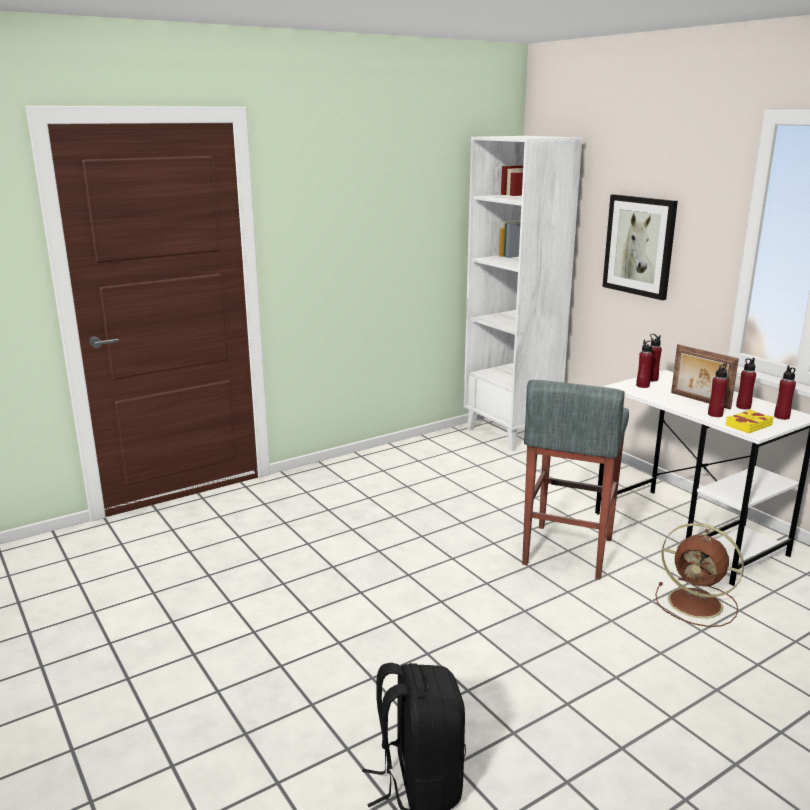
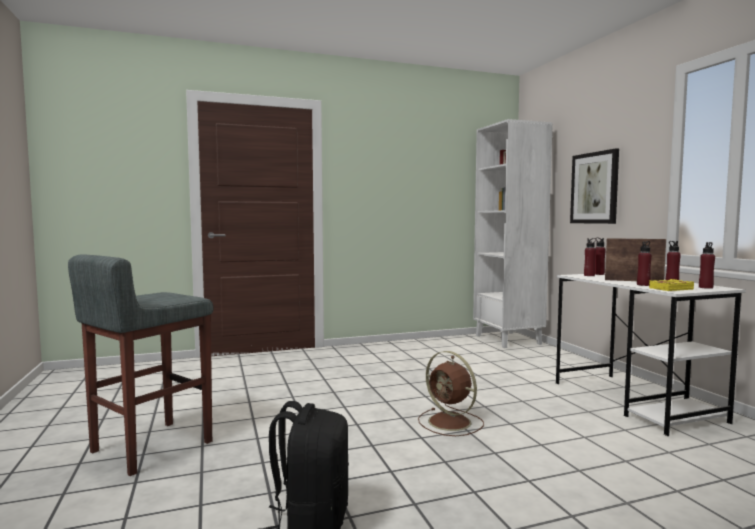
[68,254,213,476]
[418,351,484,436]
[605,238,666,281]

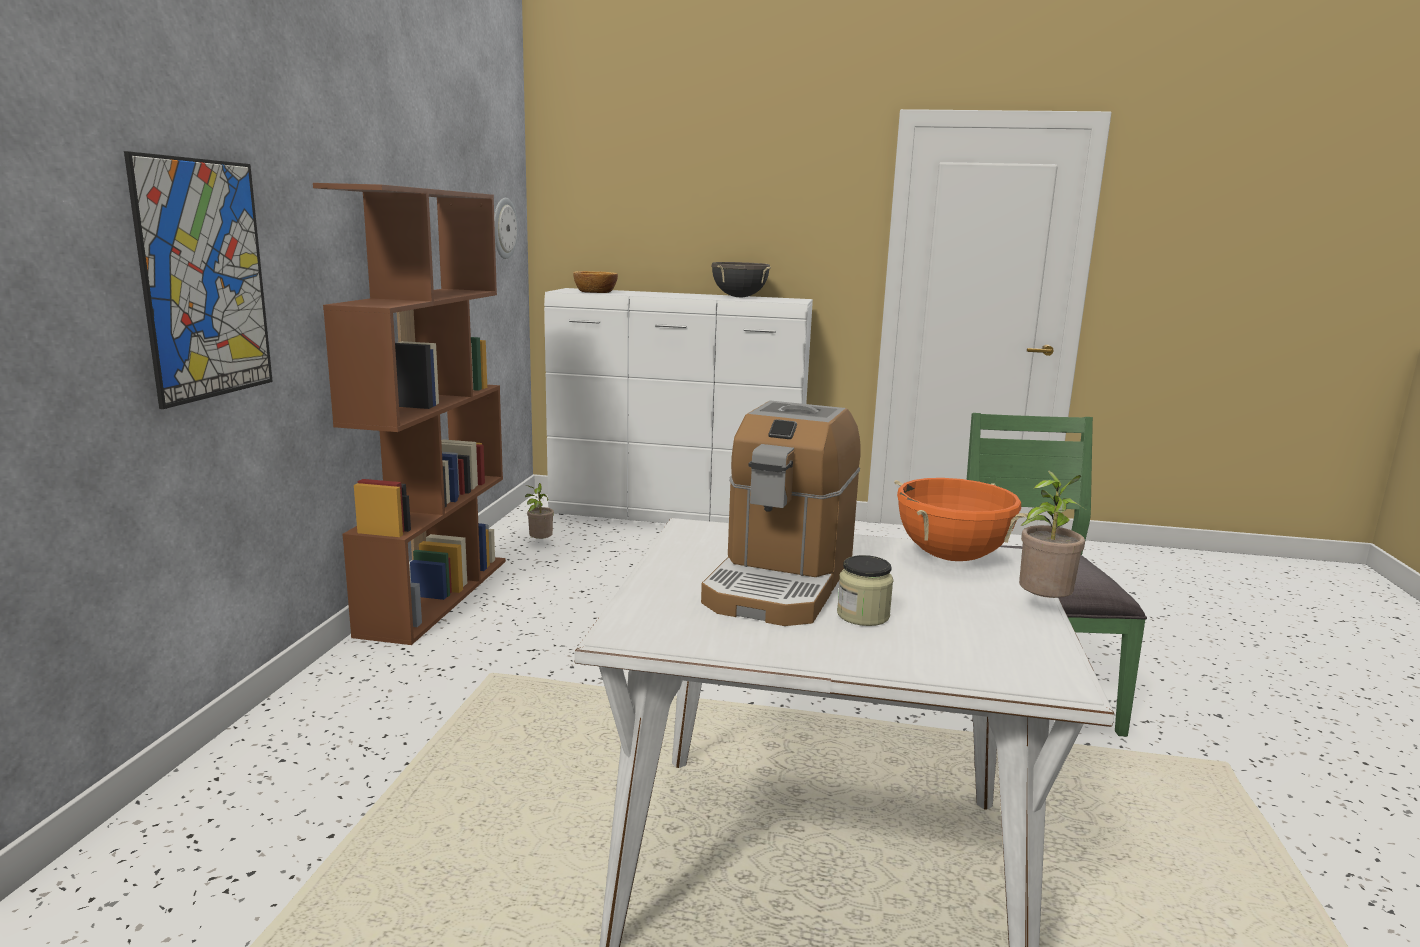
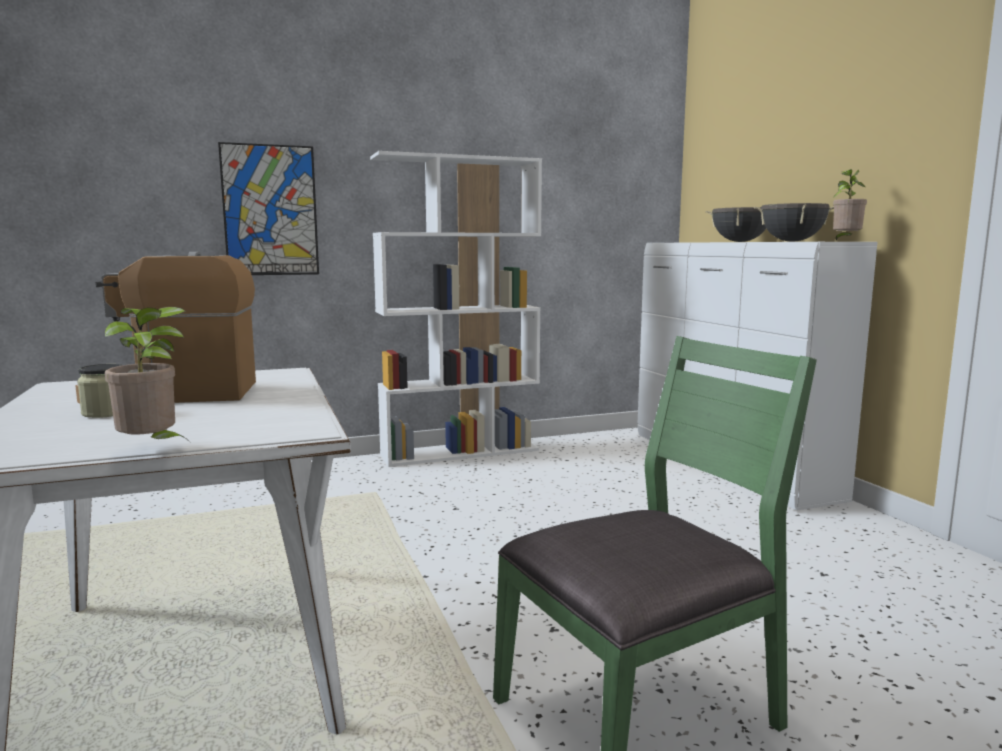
[370,151,542,467]
[494,198,518,259] (first image)
[833,169,867,241]
[573,271,618,293] (first image)
[894,478,1028,561] (first image)
[706,207,766,242]

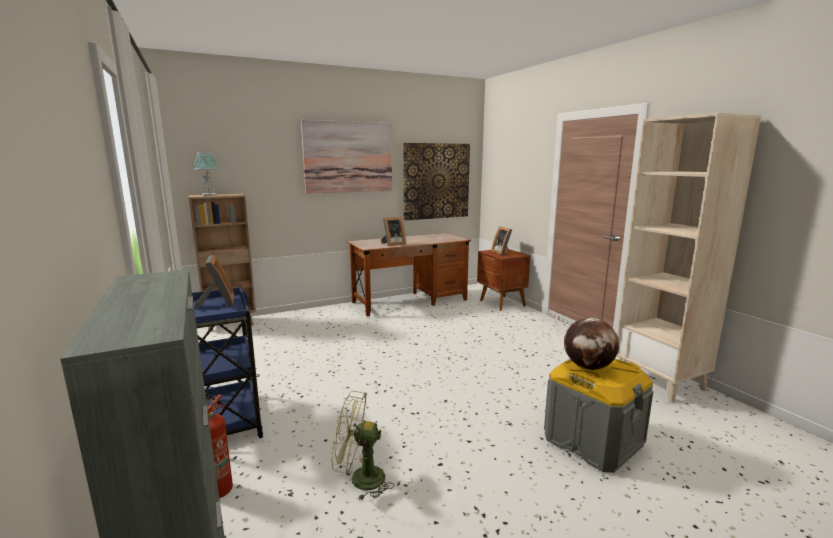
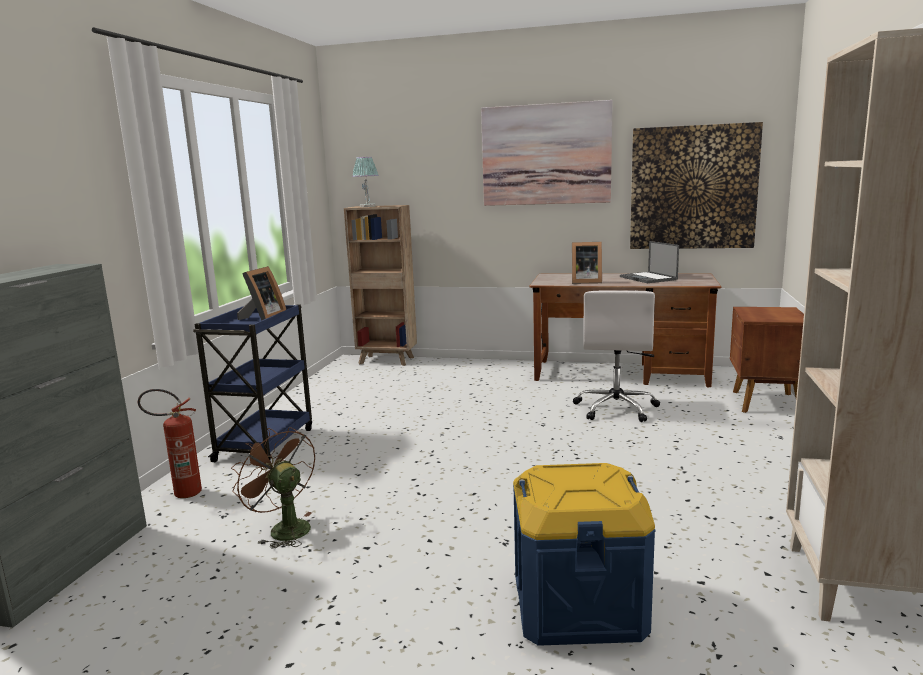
[231,427,315,549]
[491,226,512,255] (first image)
[513,463,655,646]
[564,318,619,370] (first image)
[573,290,660,422]
[620,241,679,283]

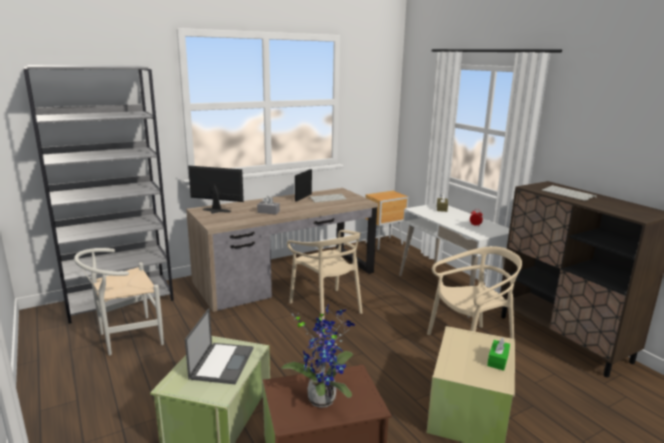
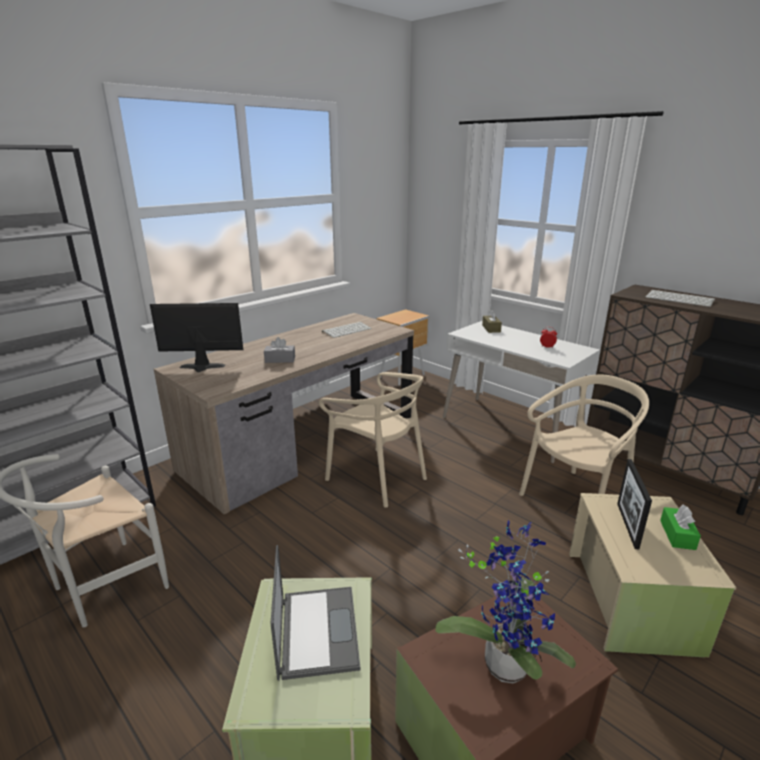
[617,459,652,550]

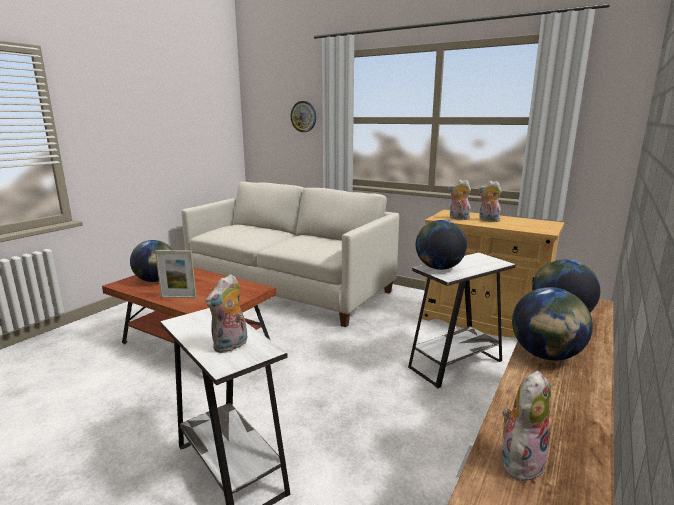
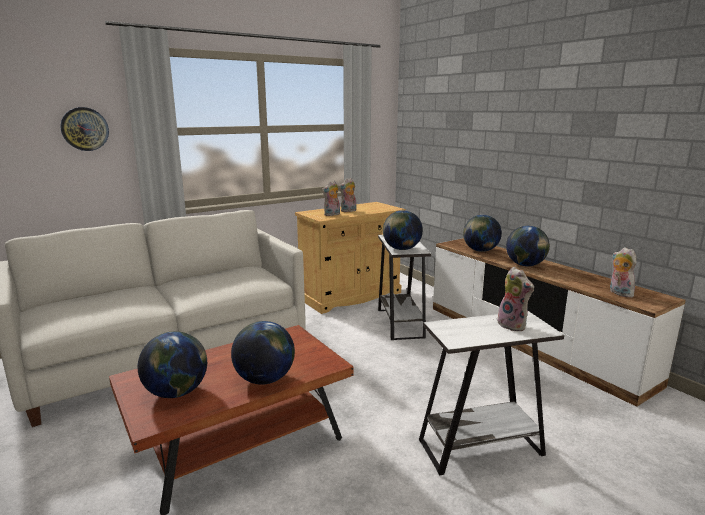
[231,321,295,385]

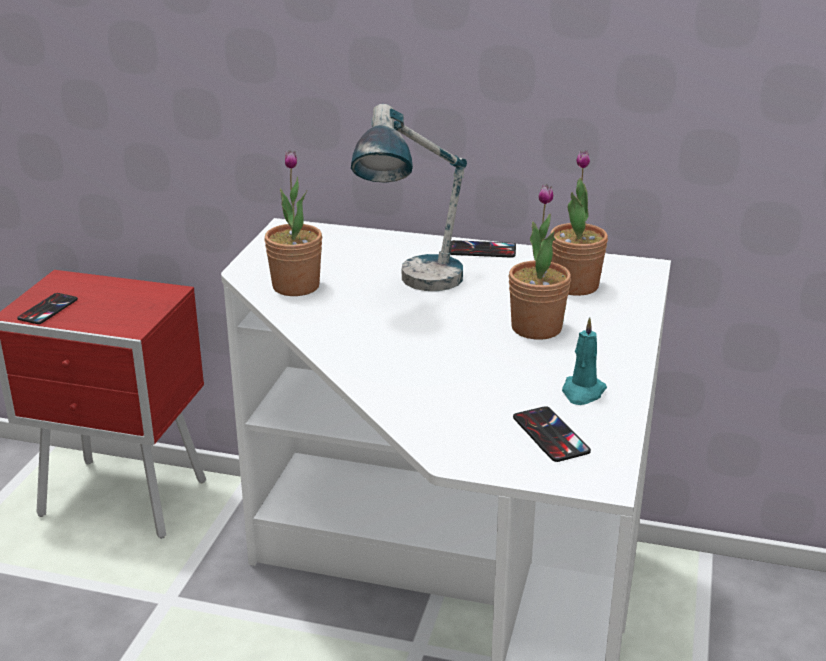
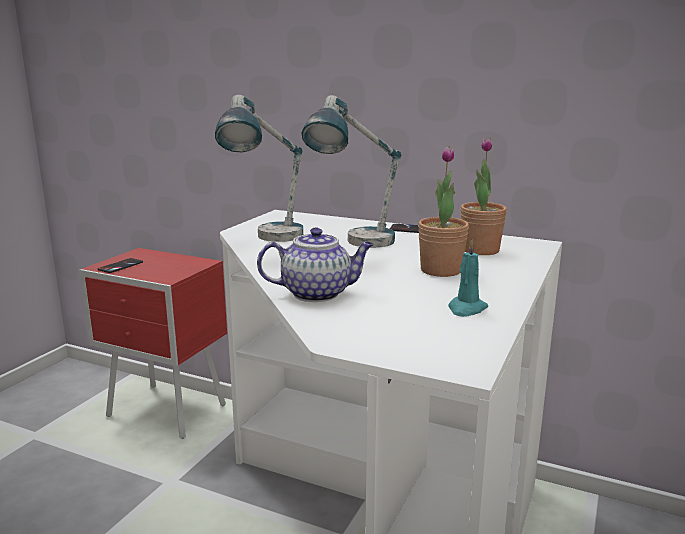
[215,95,303,242]
[513,406,591,462] (first image)
[257,228,374,302]

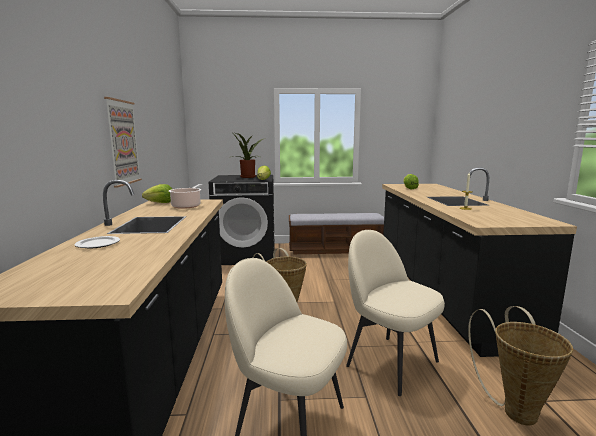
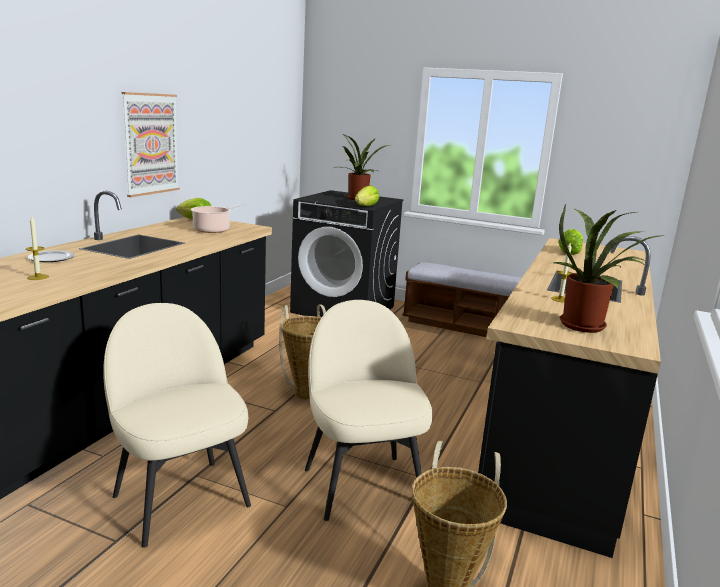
[26,216,49,280]
[553,204,660,333]

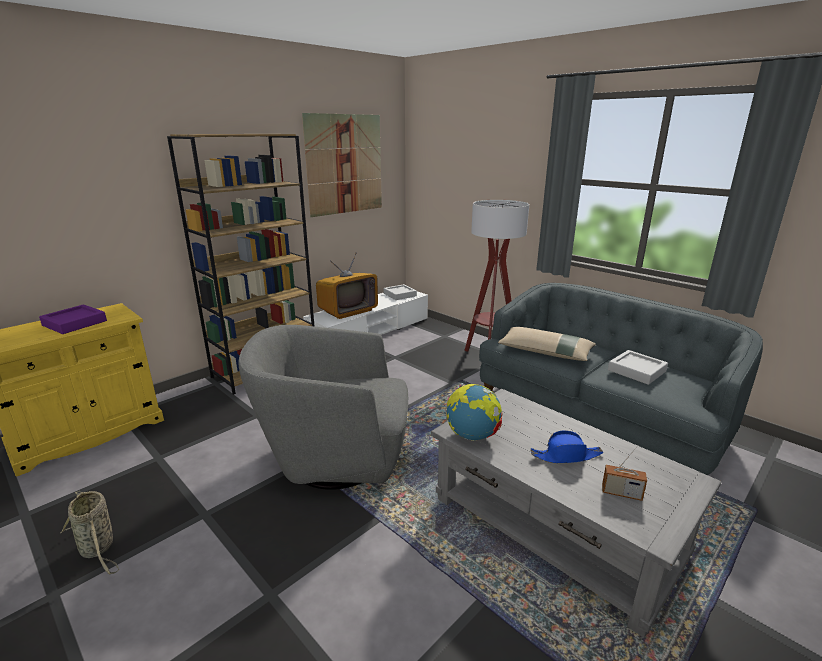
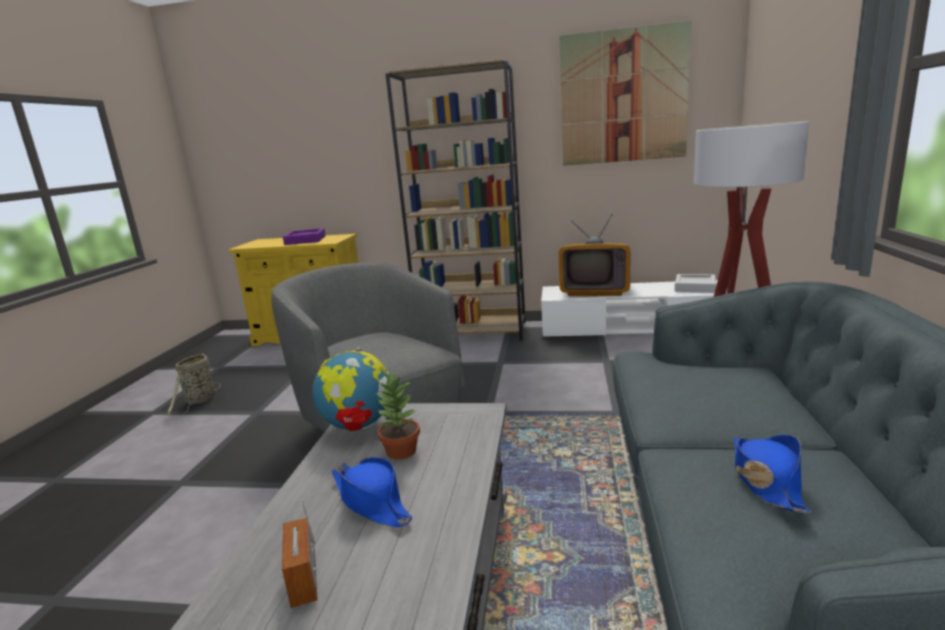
[498,327,596,361] (first image)
[734,435,811,513]
[375,371,420,459]

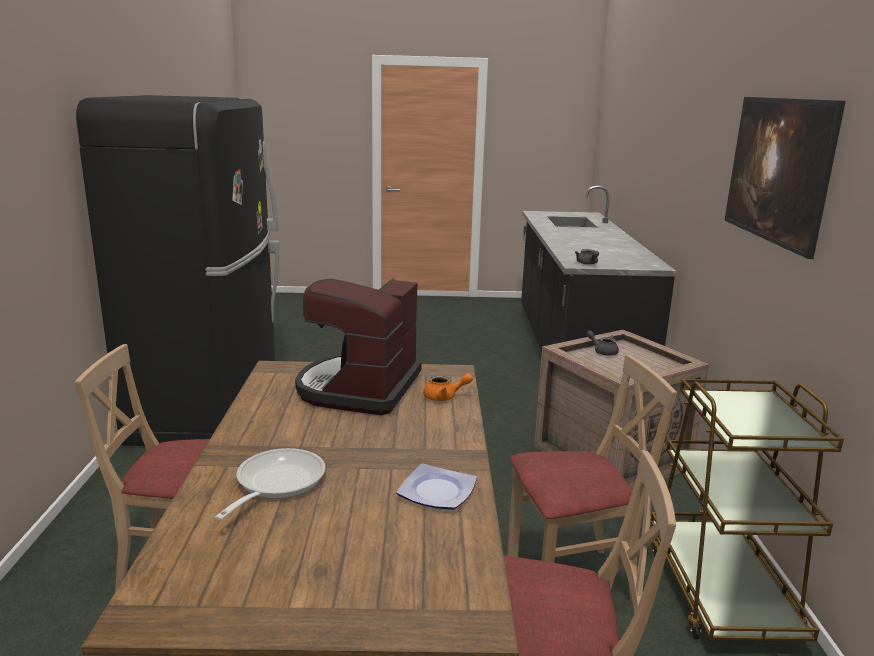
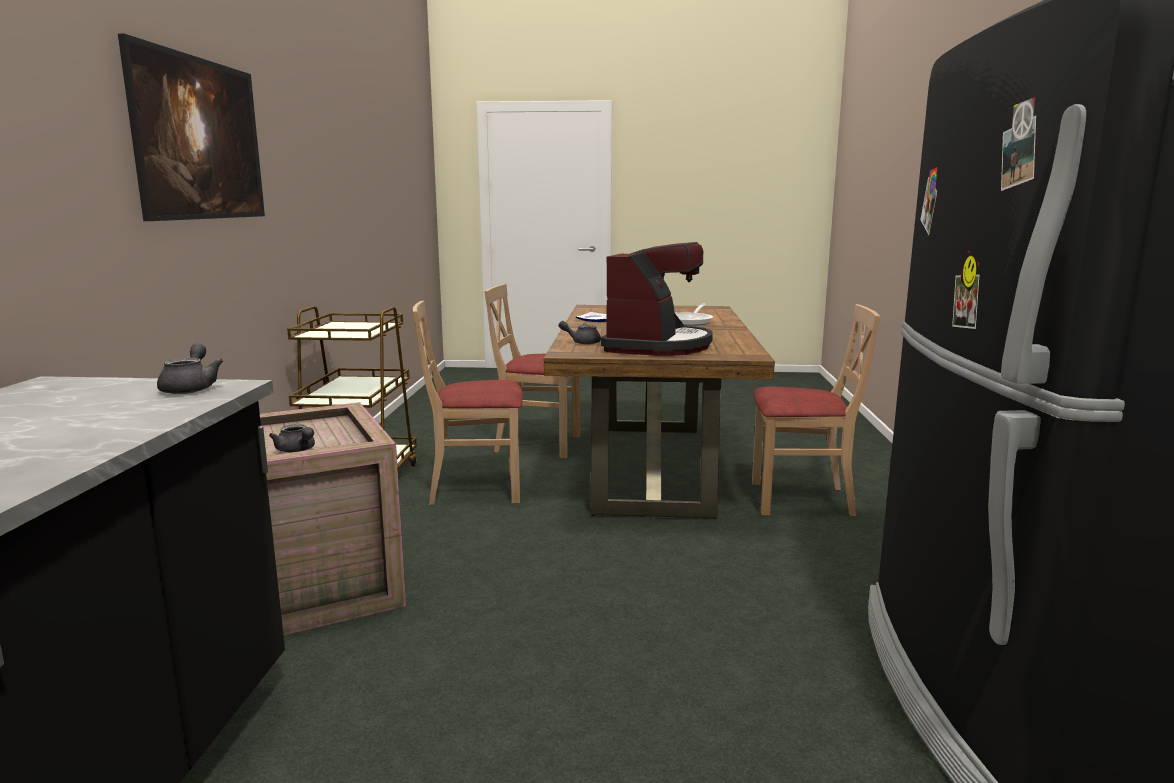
[558,321,601,345]

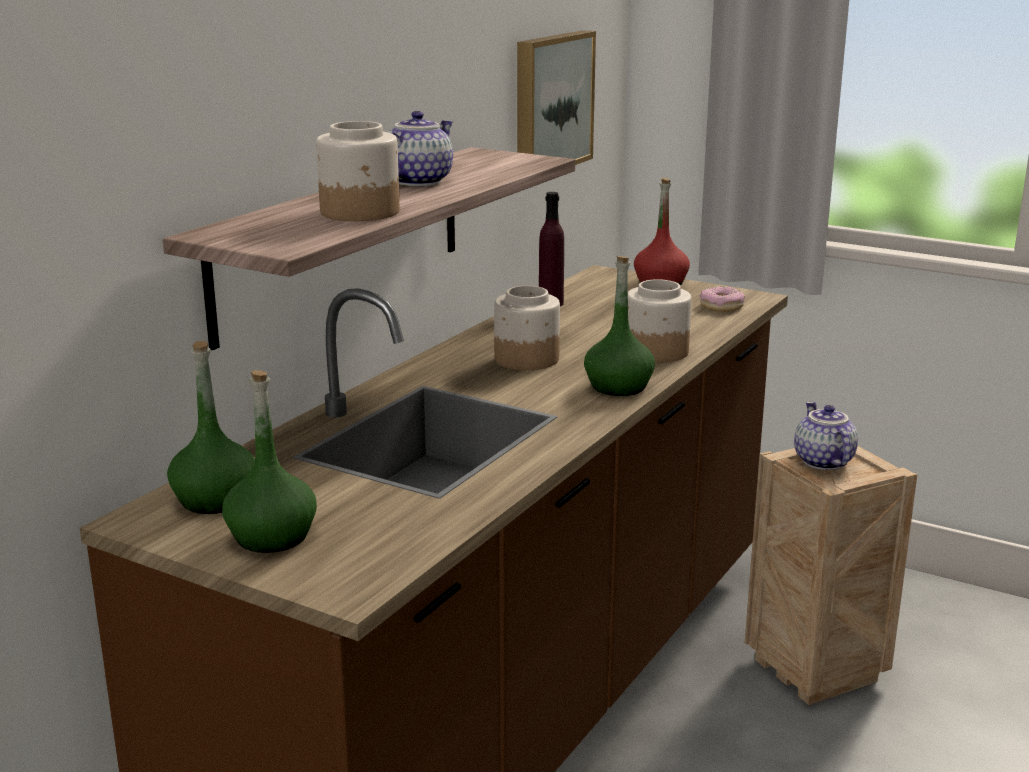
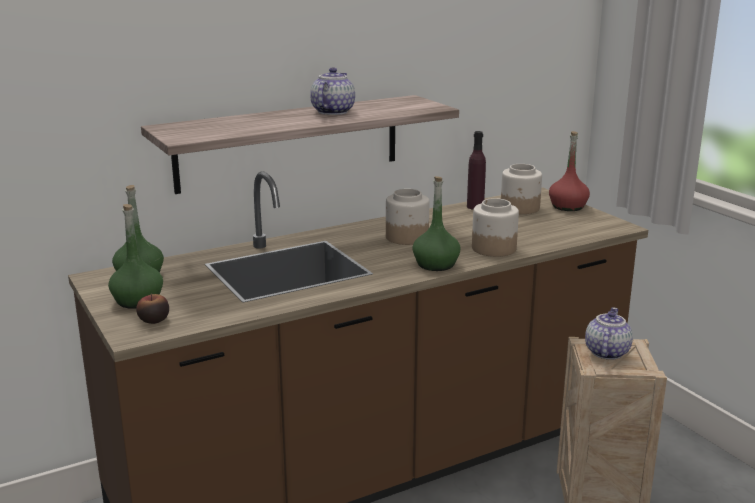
[501,164,542,214]
[310,67,355,115]
[517,30,596,165] (first image)
[700,286,745,312] (first image)
[136,293,169,324]

